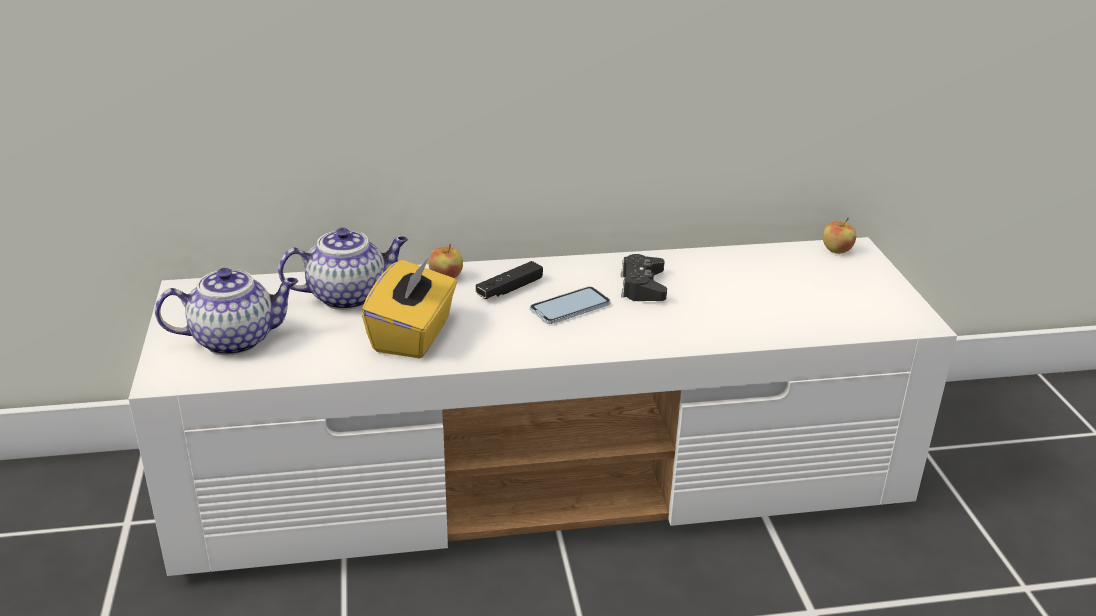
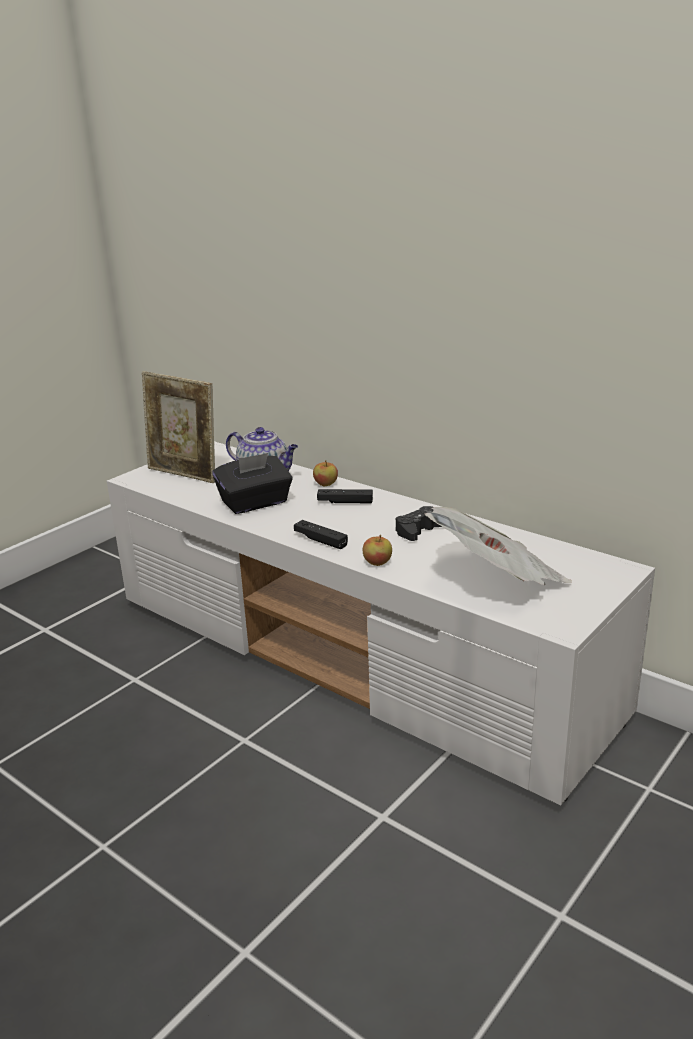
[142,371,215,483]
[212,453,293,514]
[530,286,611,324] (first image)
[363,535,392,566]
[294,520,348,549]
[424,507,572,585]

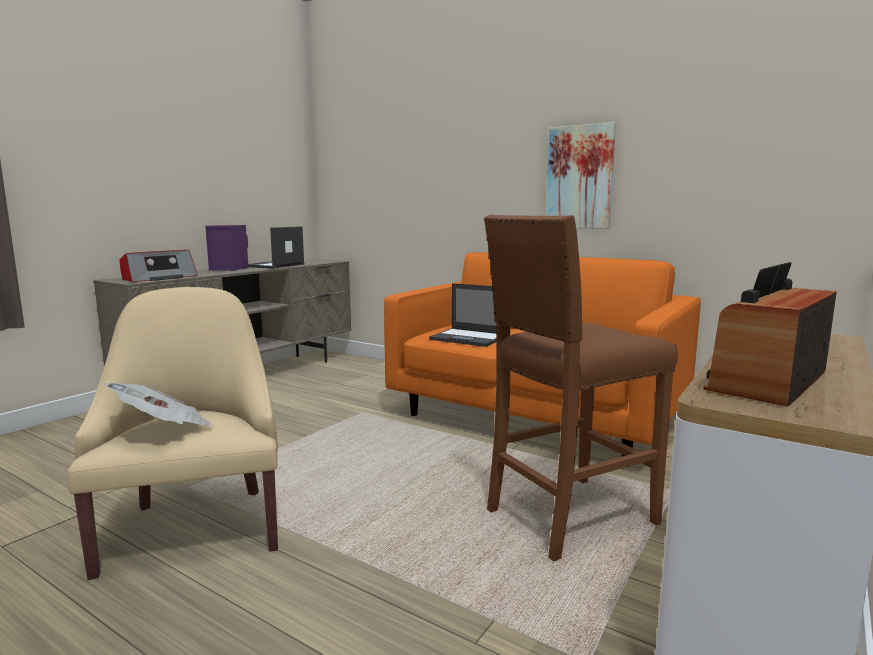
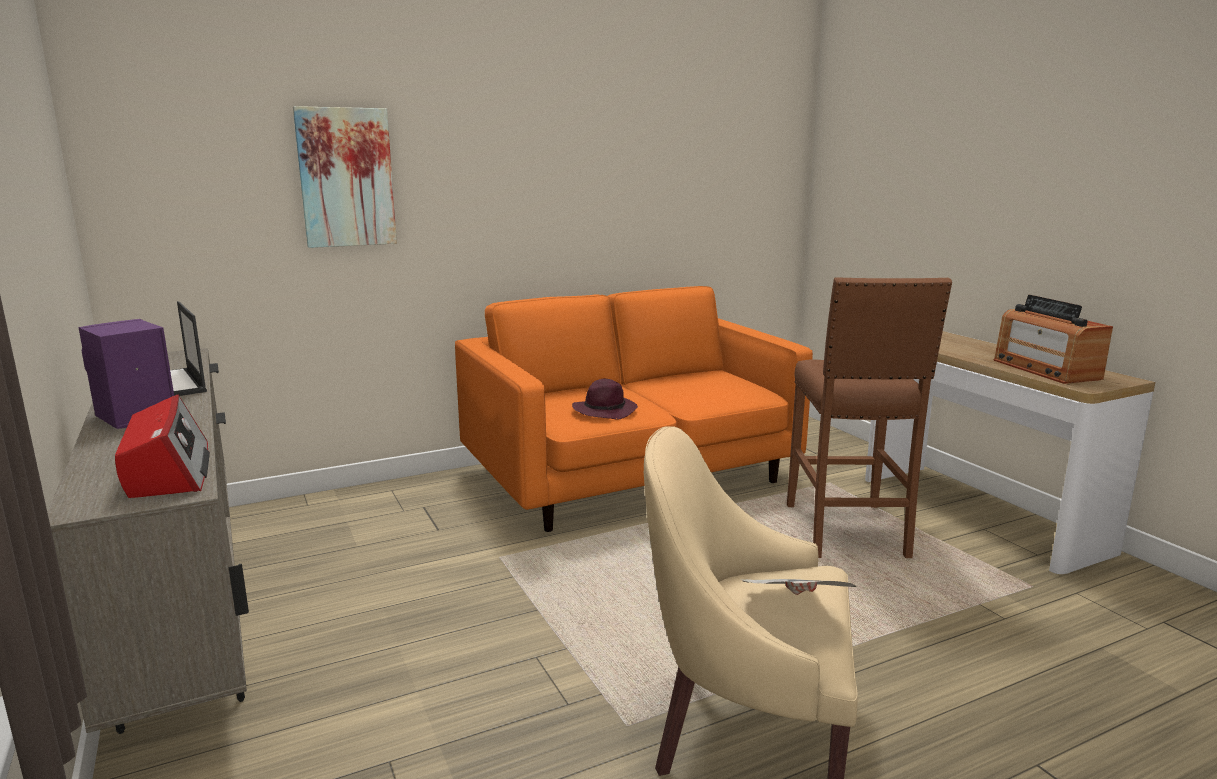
[572,379,638,420]
[293,106,397,248]

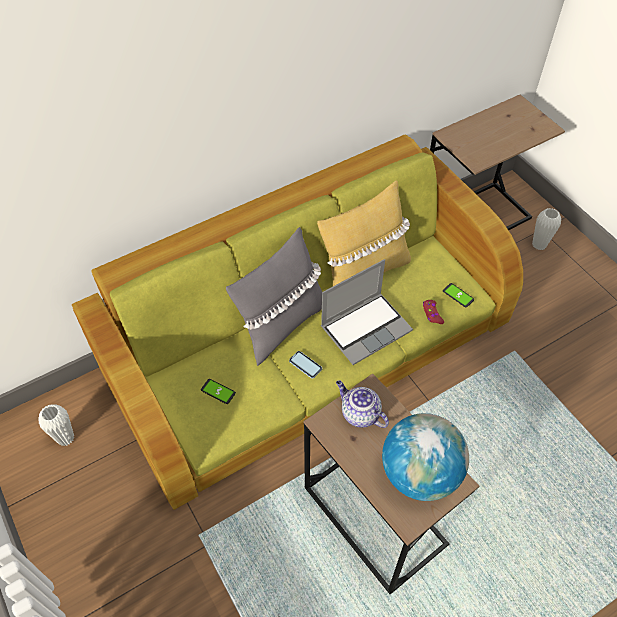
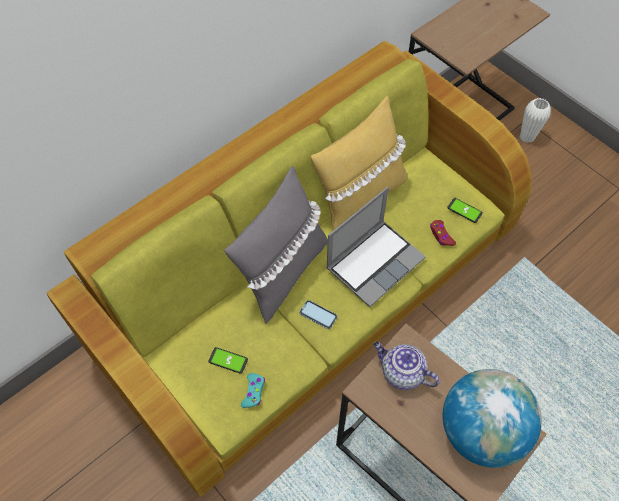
[38,404,74,446] (first image)
[241,373,265,408]

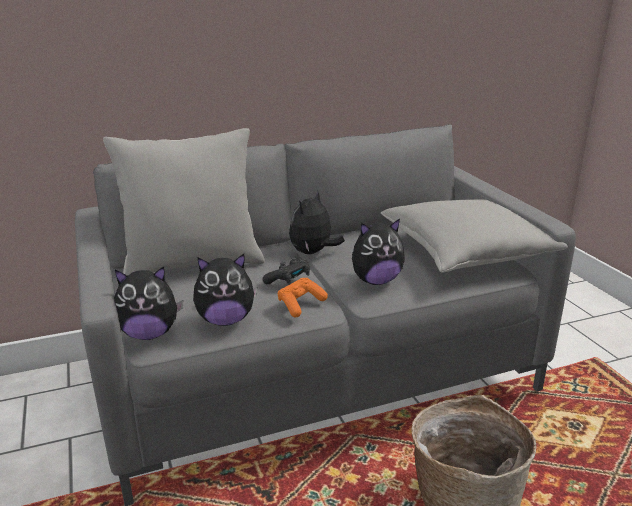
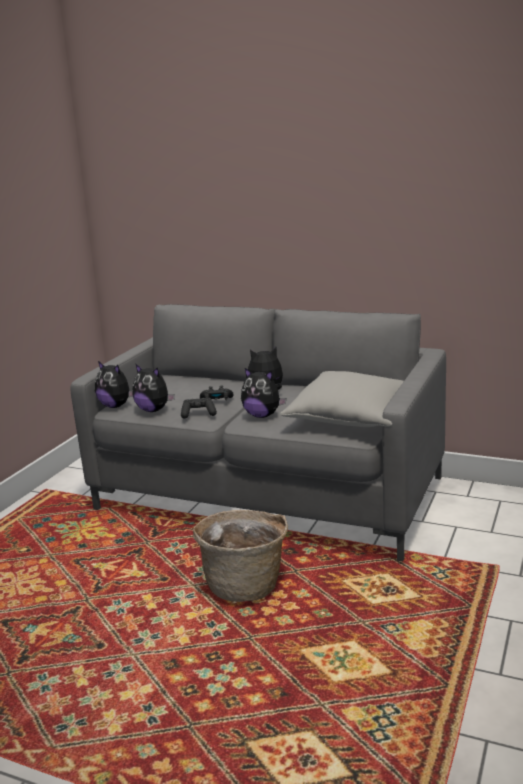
[103,128,265,276] (first image)
[181,397,217,419]

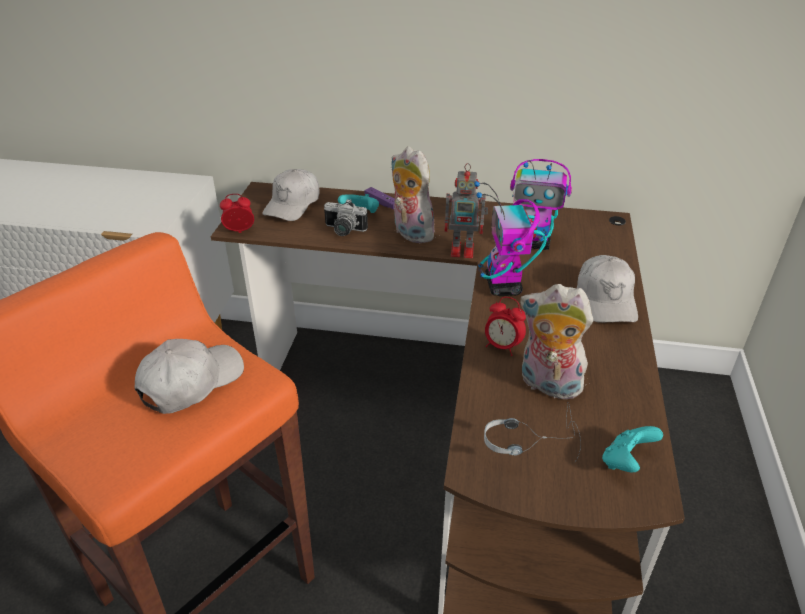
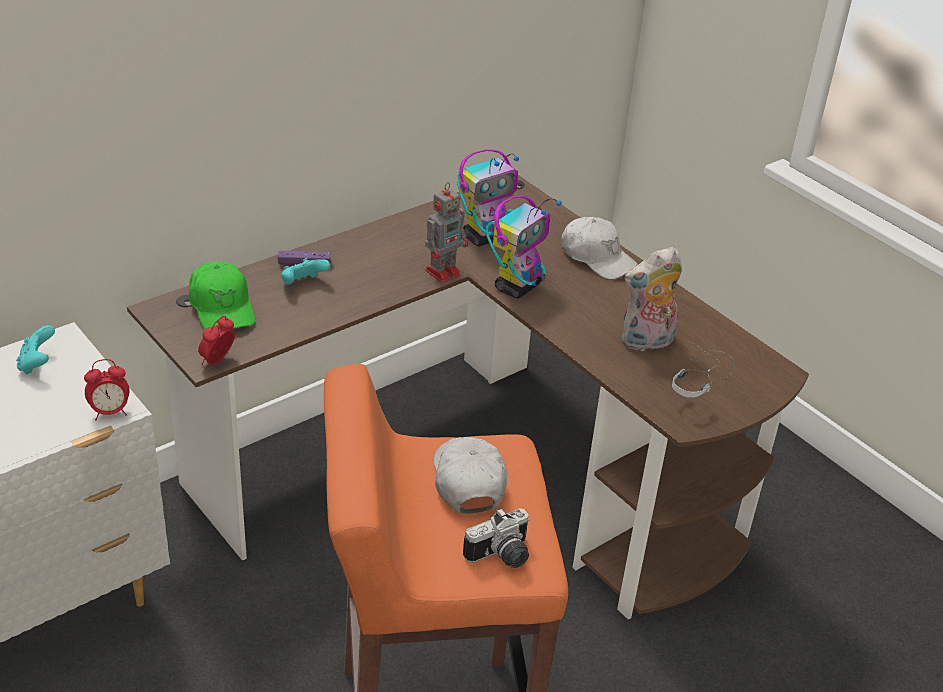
[189,262,255,329]
[463,508,529,568]
[391,146,434,243] (first image)
[486,196,562,298]
[84,359,129,420]
[16,325,55,374]

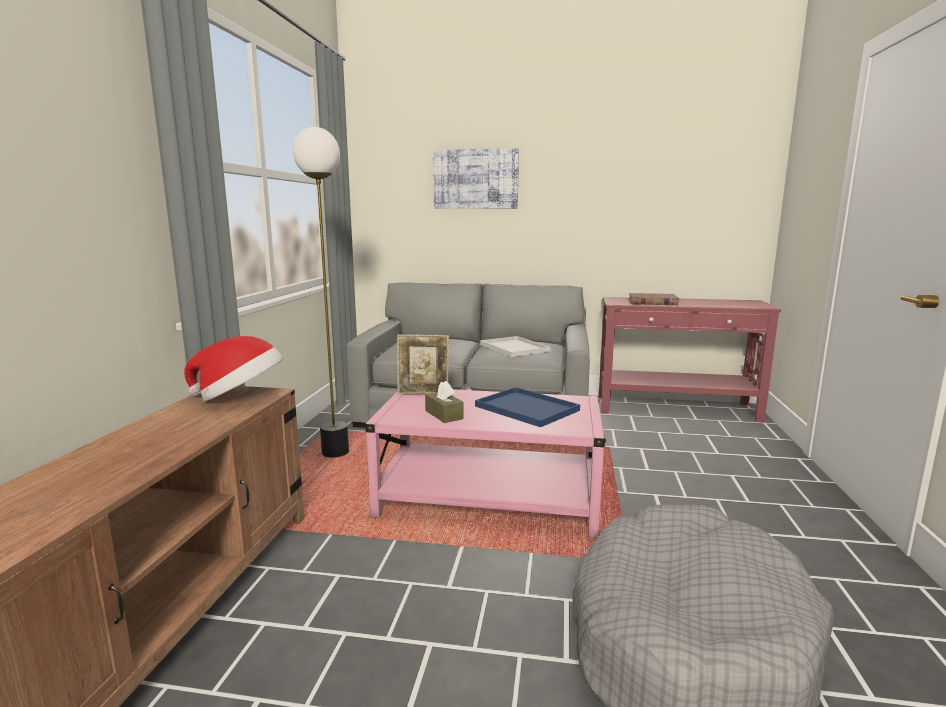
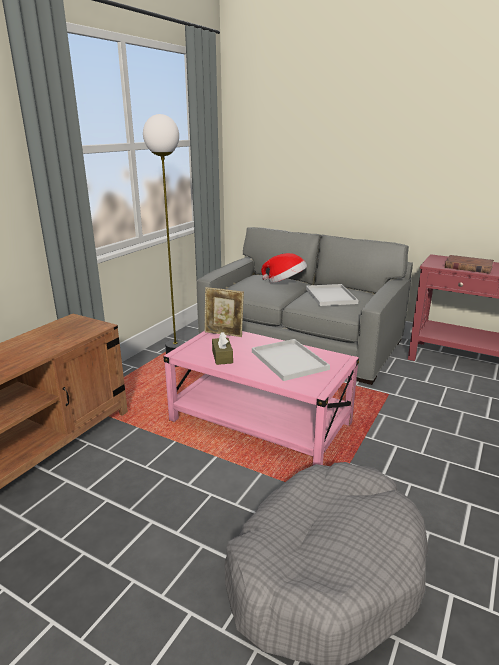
[261,253,307,283]
[433,148,519,209] (first image)
[252,339,330,381]

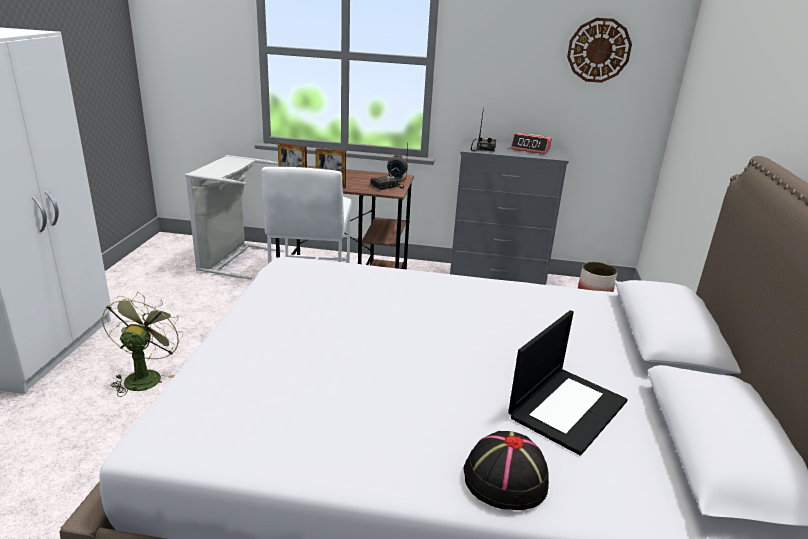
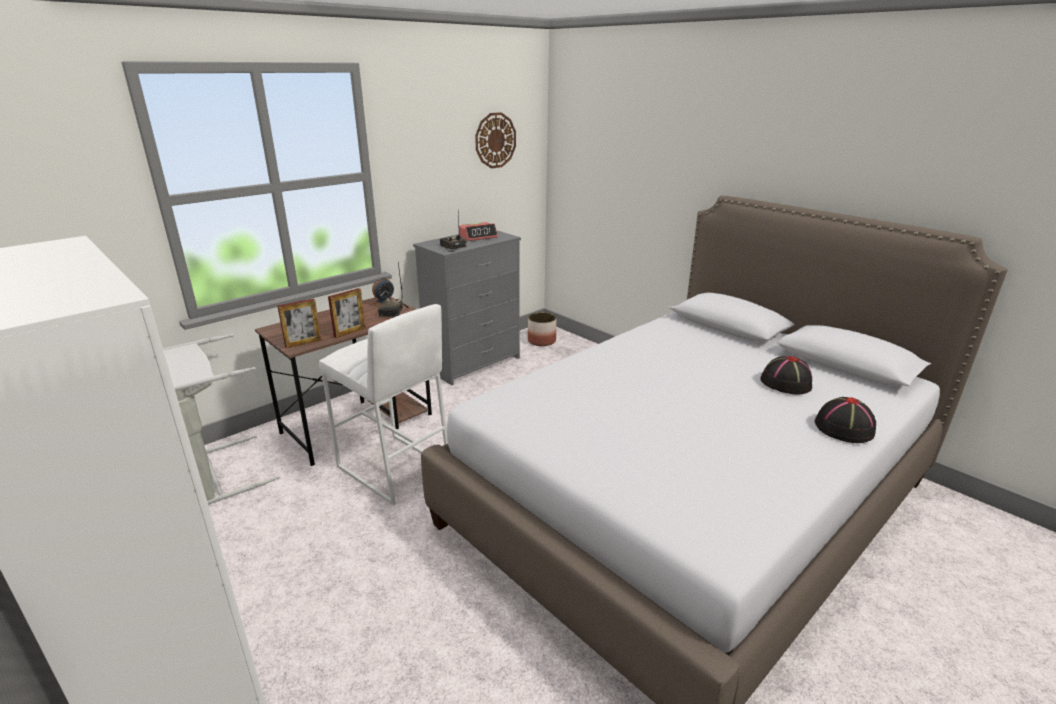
[102,292,183,397] (first image)
[760,356,812,395]

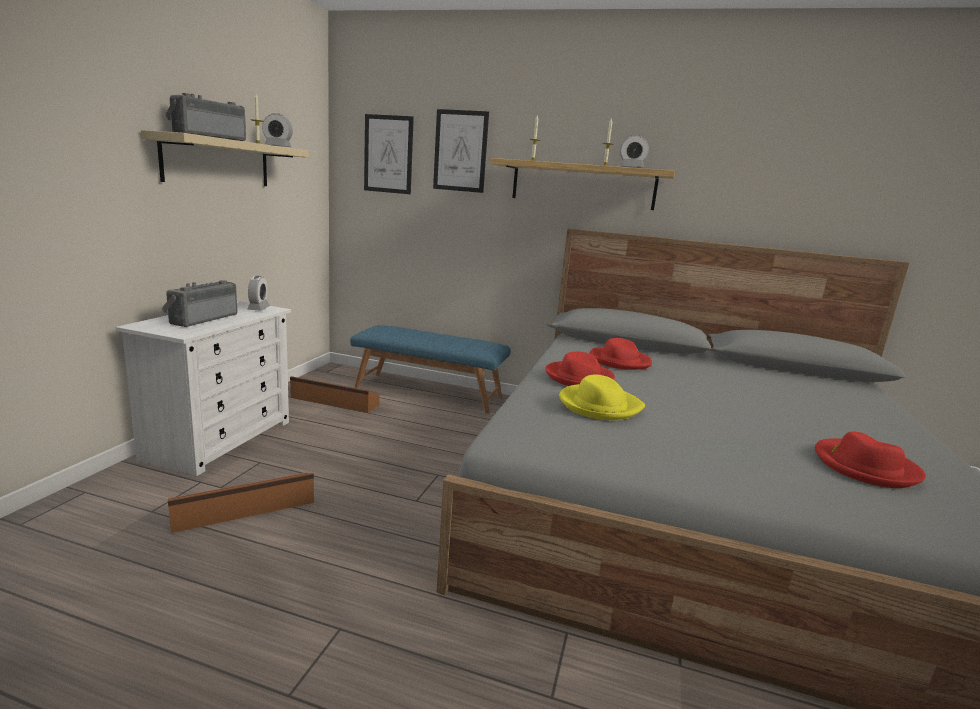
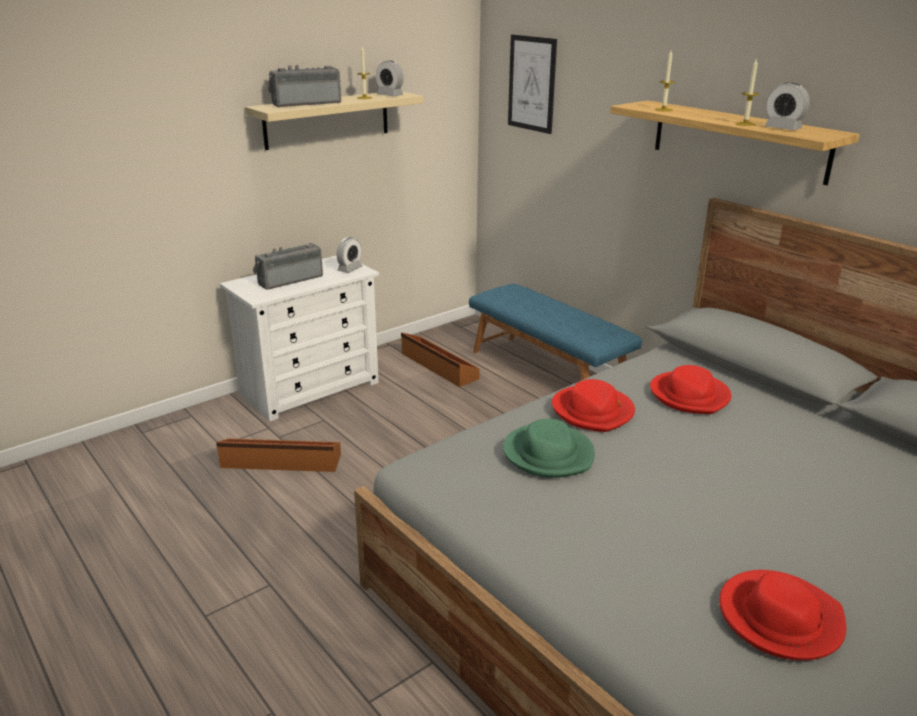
[433,109,489,193] (first image)
[503,419,595,478]

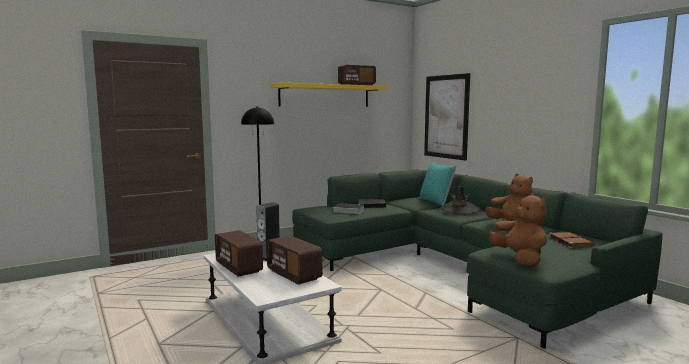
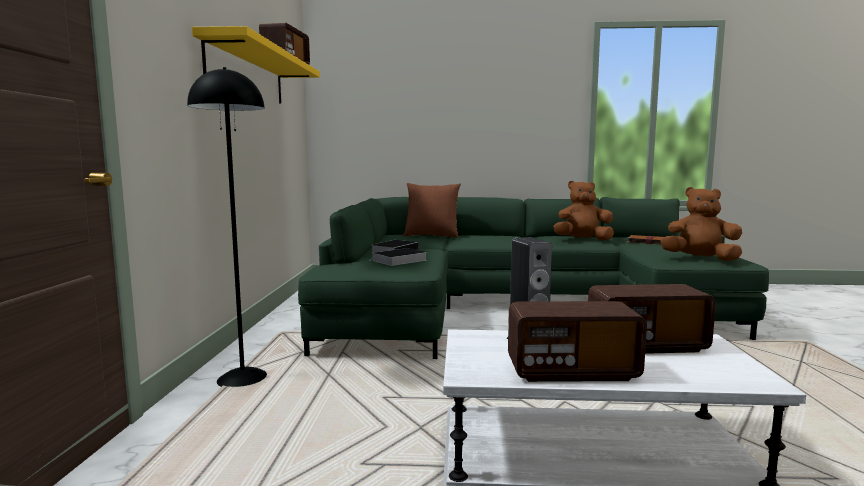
[403,183,461,238]
[424,73,470,161] (first image)
[440,186,481,215] (first image)

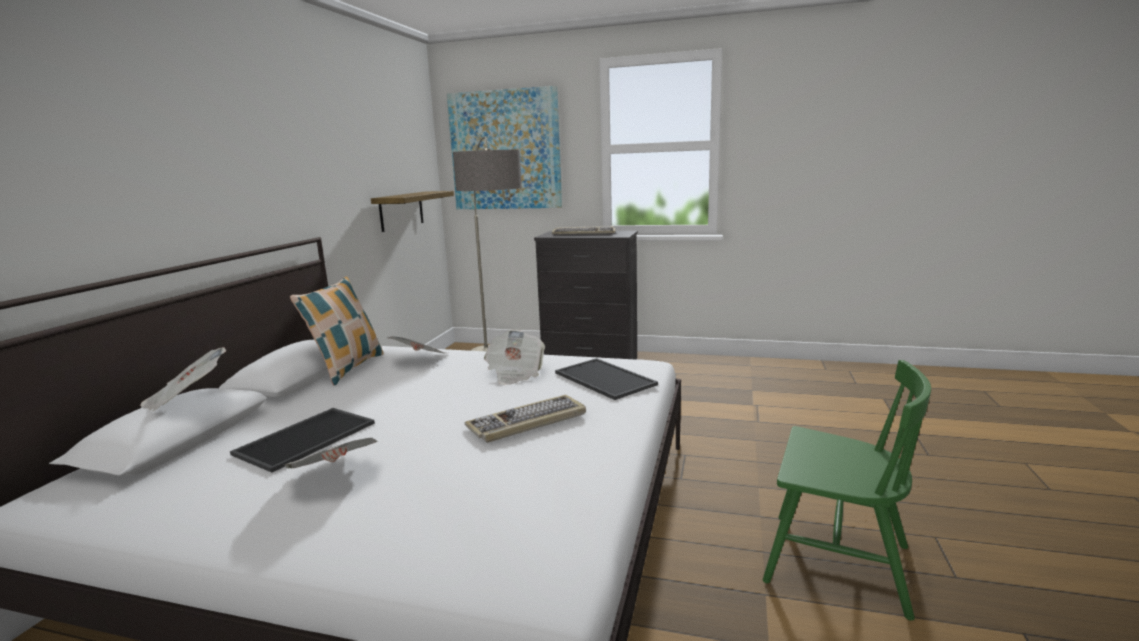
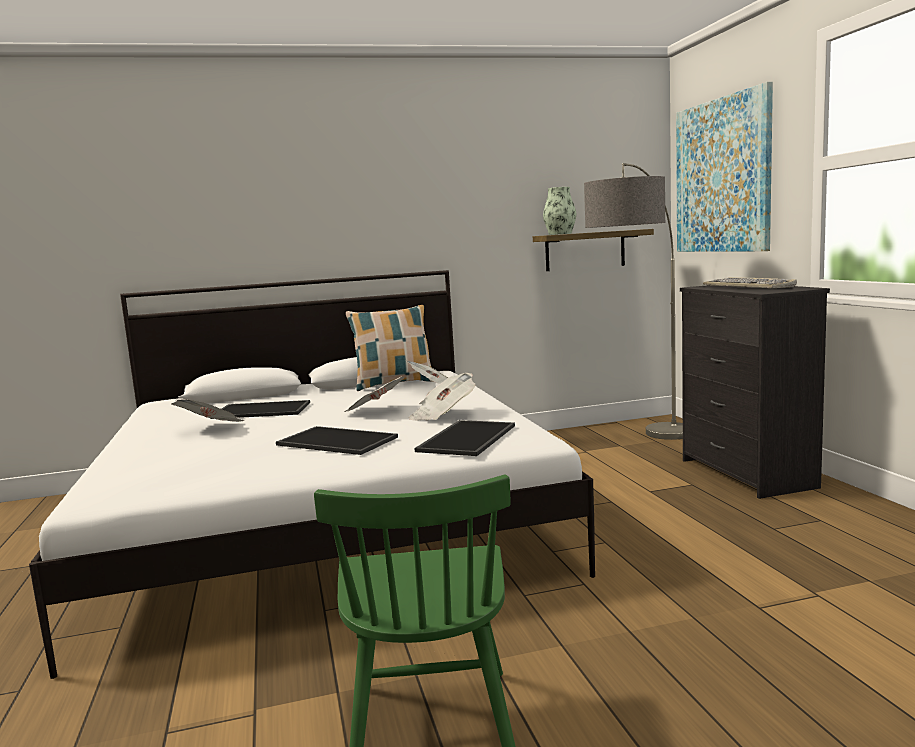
[344,376,404,412]
[276,426,398,455]
[543,187,576,235]

